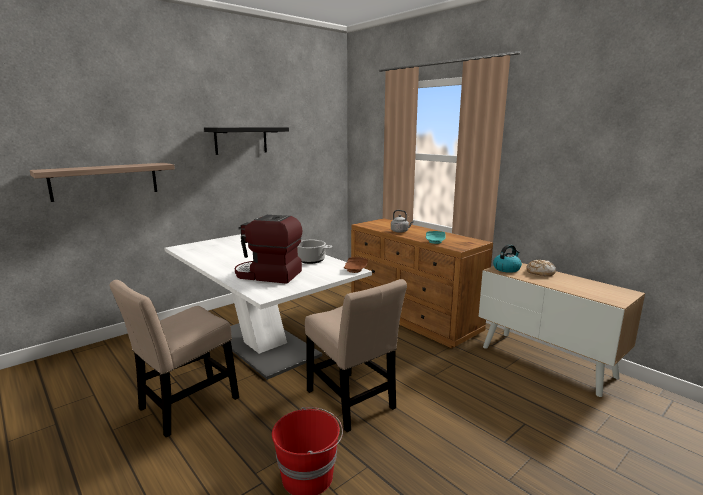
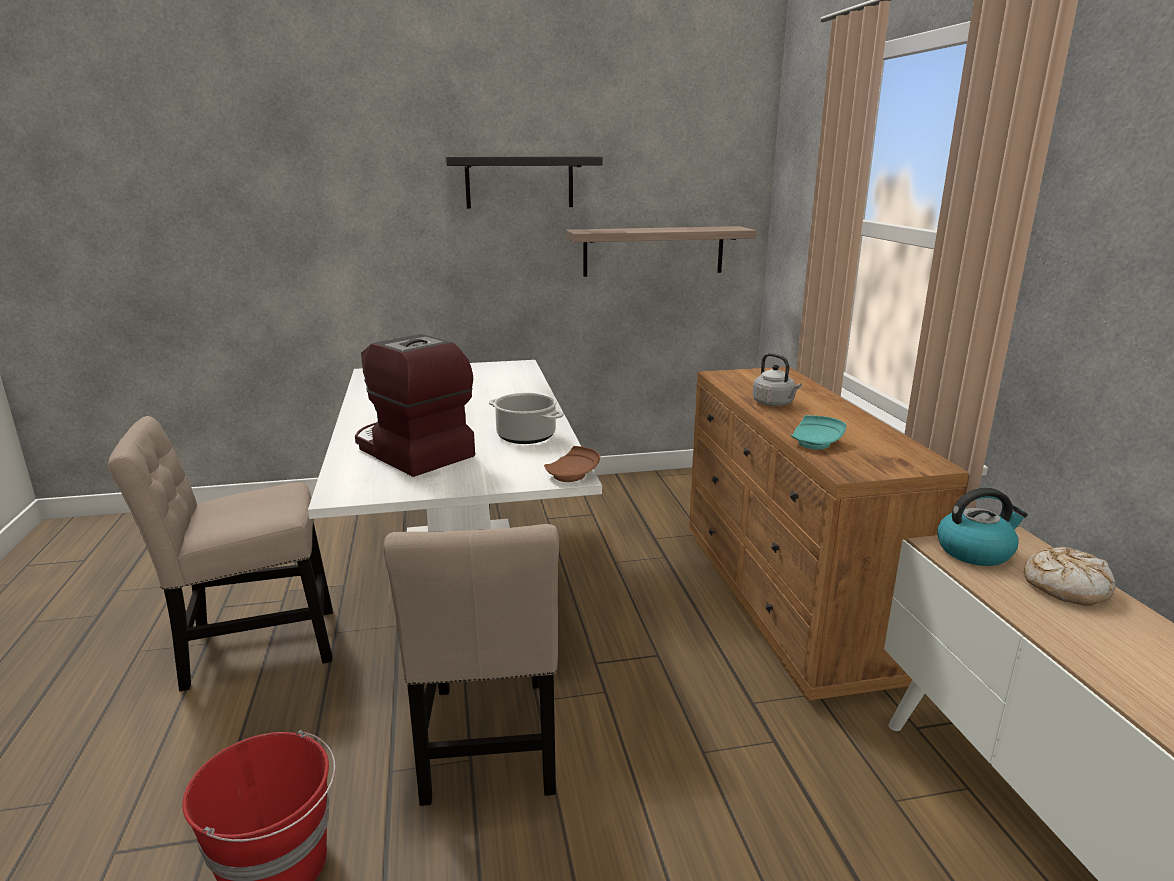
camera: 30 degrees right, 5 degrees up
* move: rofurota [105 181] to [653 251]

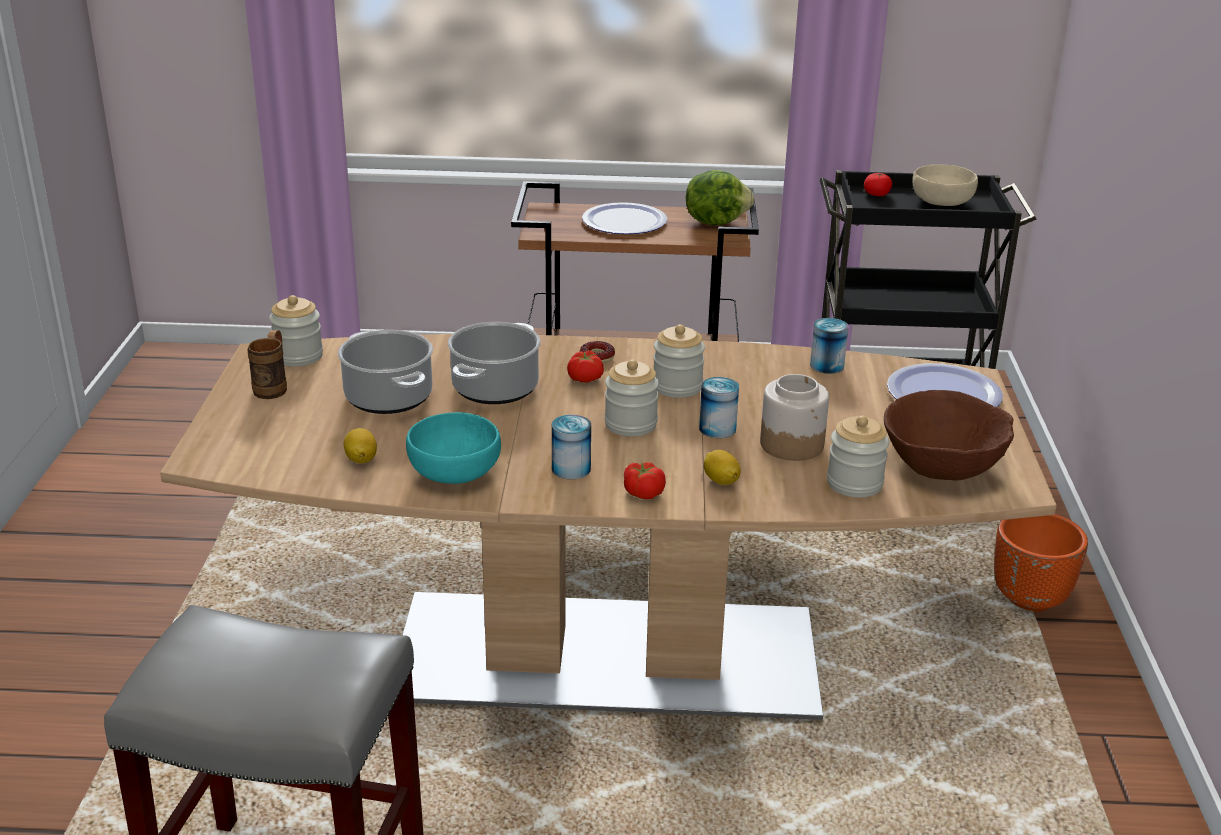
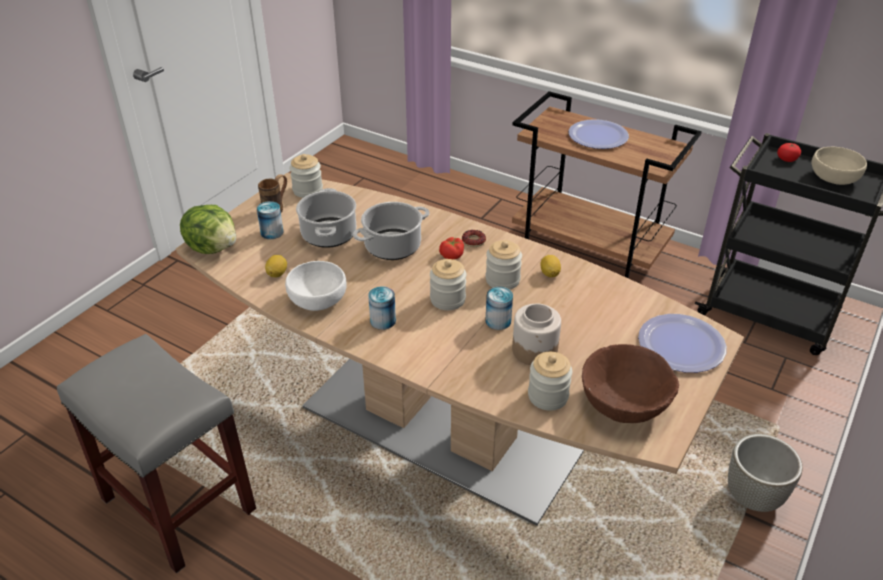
camera: 30 degrees right, 10 degrees up
* delete: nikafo [644 492]
* move: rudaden [715 221] to [213 247]
* move: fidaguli [721 481] to [549 273]
* move: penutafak [827 365] to [272 232]
* recolor: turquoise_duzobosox [453 471] to white_duzobosox [317 299]
* recolor: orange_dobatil [1030 599] to grey_dobatil [753 497]

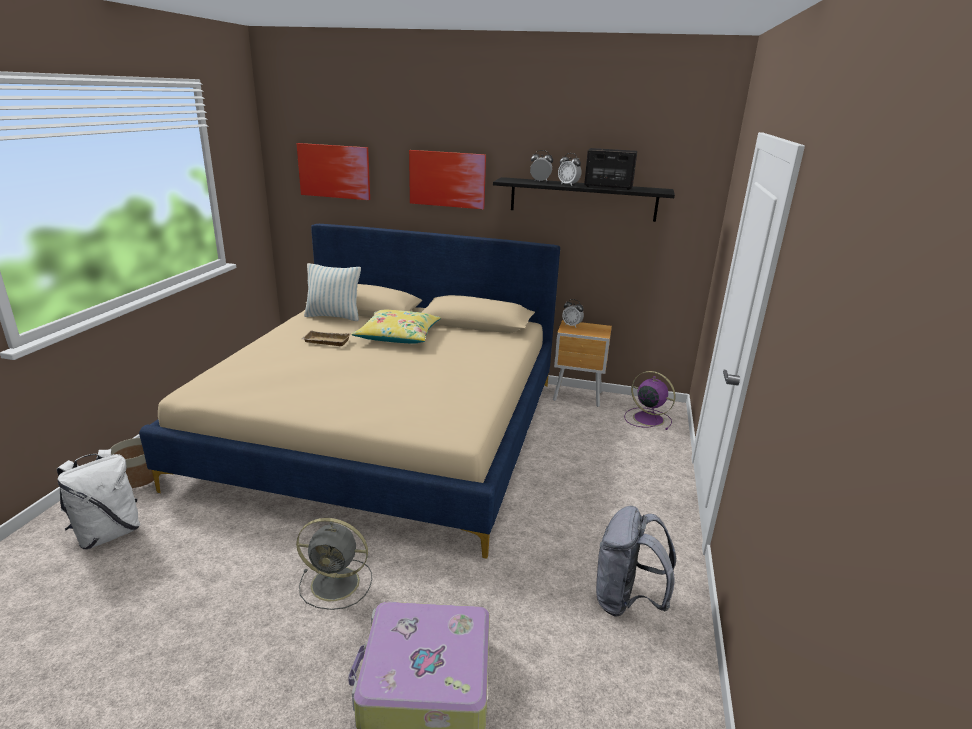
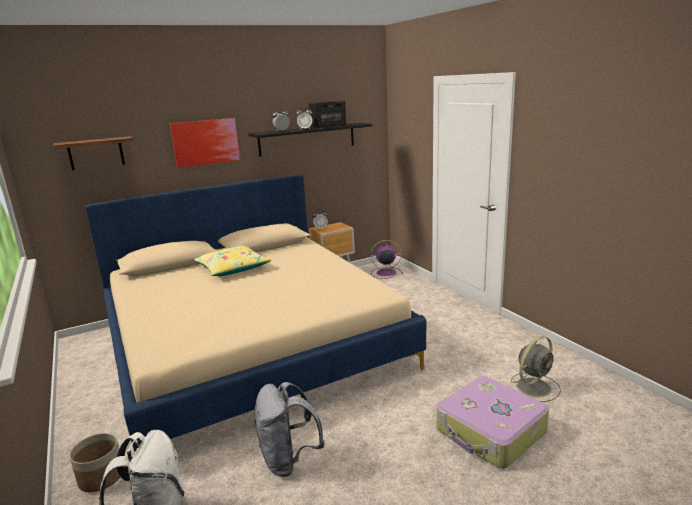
camera: 40 degrees left, 5 degrees down
* delete: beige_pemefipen [325 342]
* delete: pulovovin [333 316]
* move: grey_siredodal [337 583] to [534 387]
* move: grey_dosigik [626 601] to [289 460]
* replace: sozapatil [334 171] to rofurota [96 153]

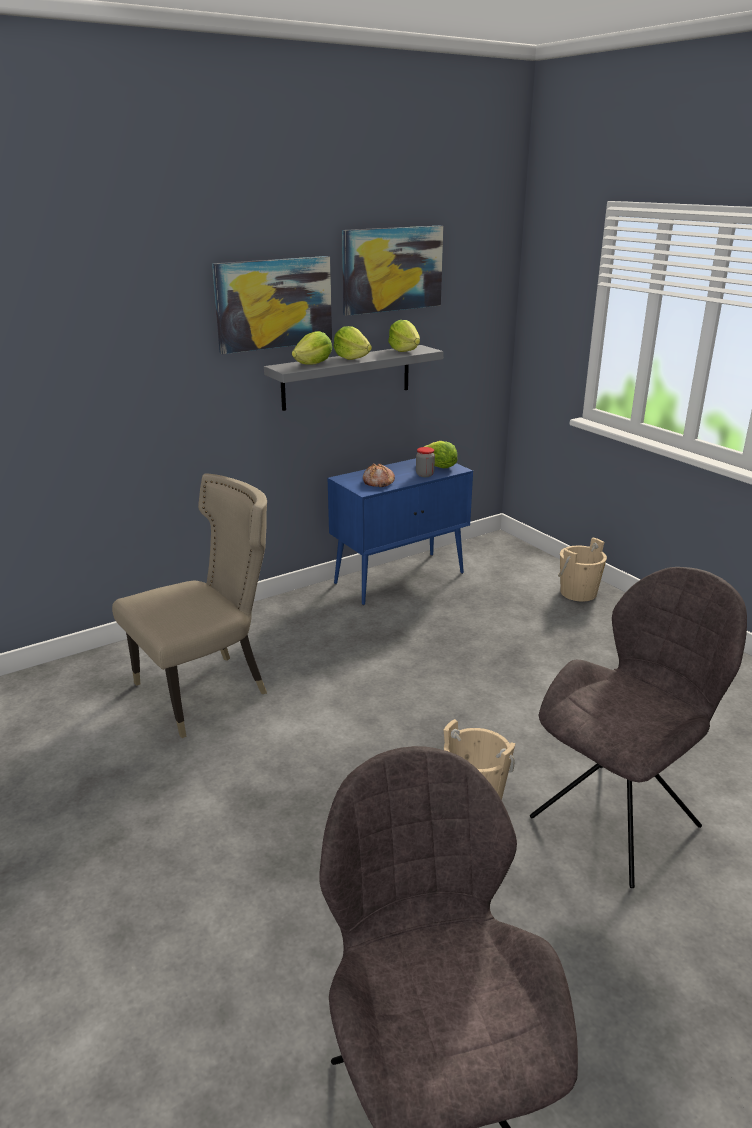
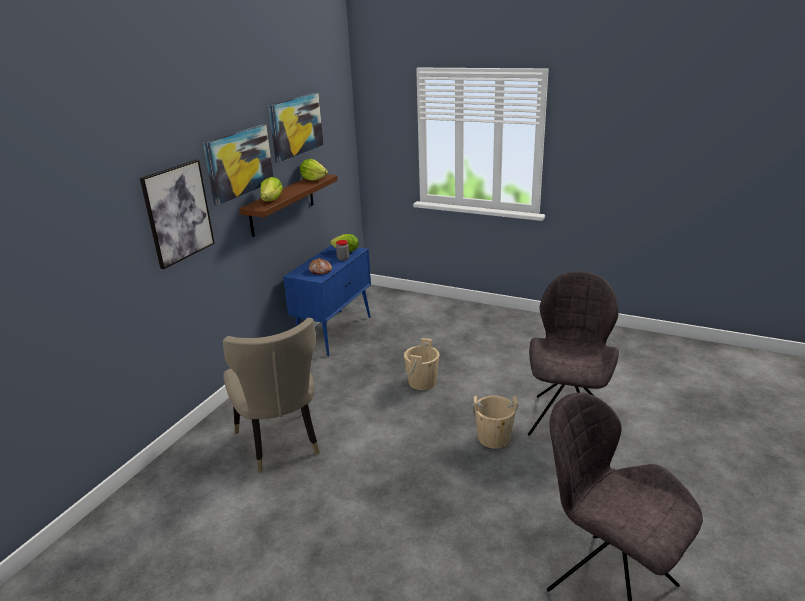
camera: 30 degrees left, 0 degrees up
* delete: rudaden [352 358]
* insert: sozapatil [178 213]
* move: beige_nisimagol [578 593] to [422 382]
* recolor: grey_rofurota [347 377] to brown_rofurota [282 204]
* rotate: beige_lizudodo [207 690] = [281 443] 135 degrees clockwise

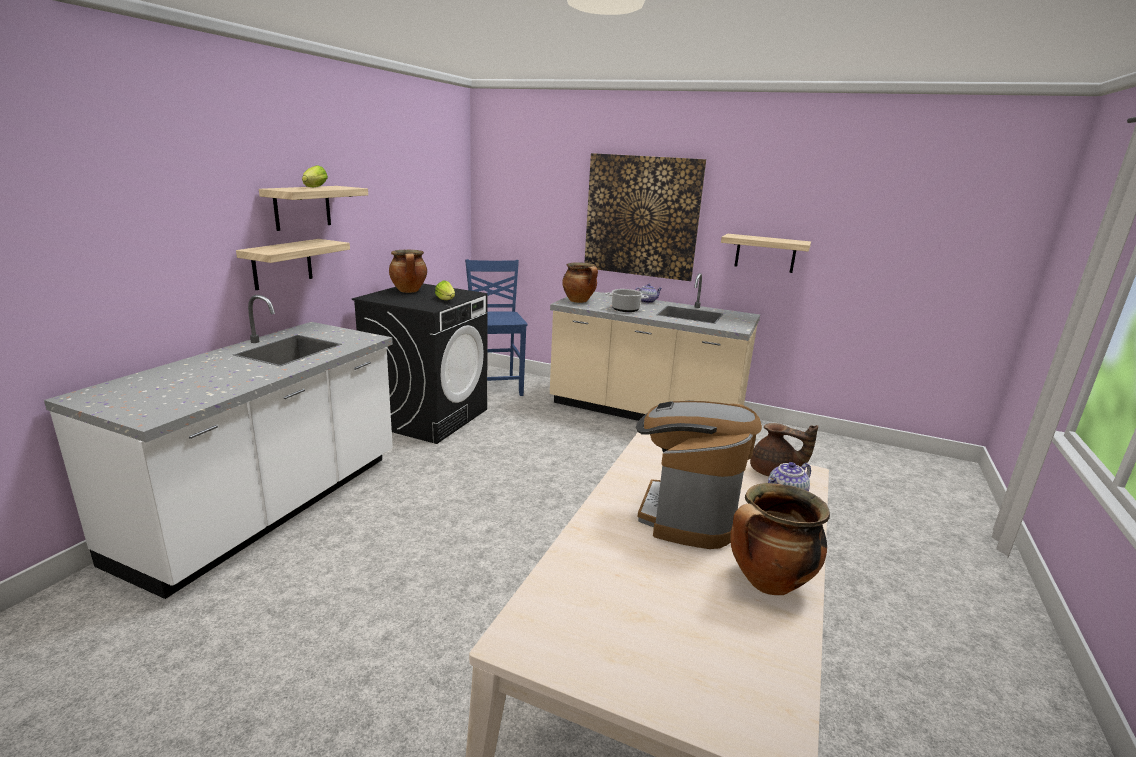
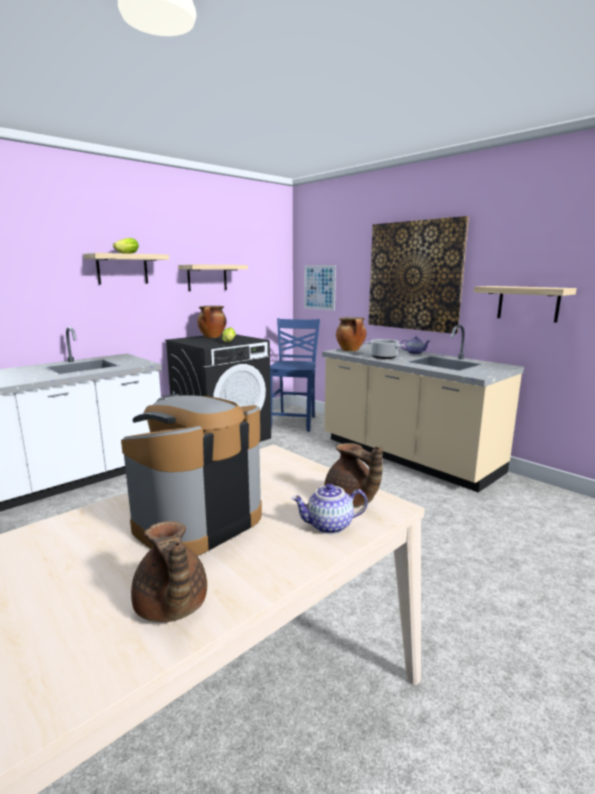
camera: 25 degrees right, 5 degrees down
* insert: sozapatil [319 287]
* move: rofurota [282 264] to [207 277]
* replace: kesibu [768 583] to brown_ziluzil [171 607]

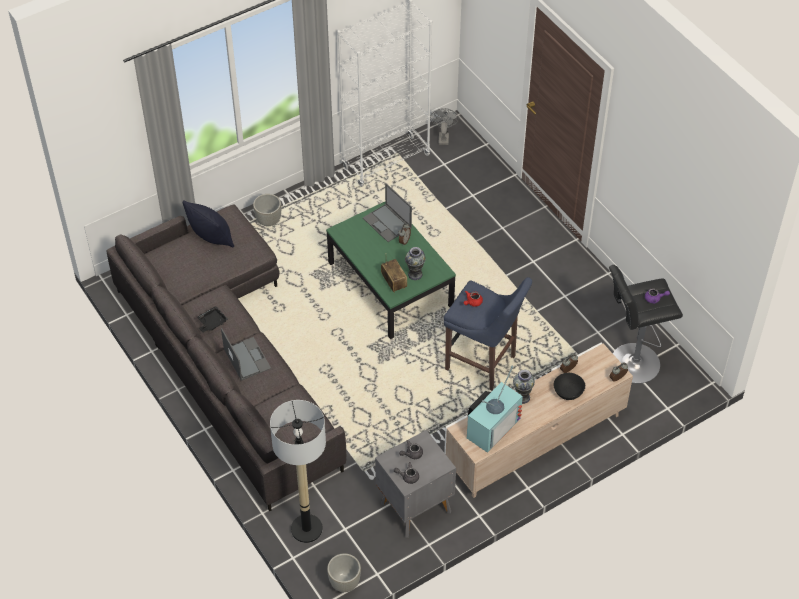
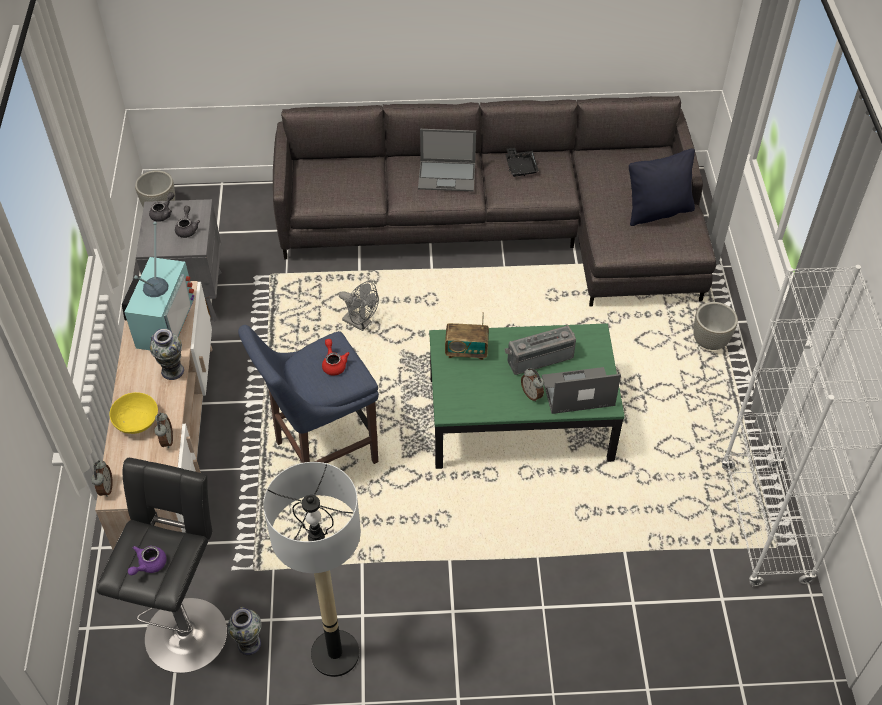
camera: 120 degrees right, 0 degrees up
* insert: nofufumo [539 357]
* move: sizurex [306 529] to [335 653]
* move: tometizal [415 274] to [248 643]
* move: grey_siredodal [443 137] to [360 323]
* recolor: black_duzobosox [568 392] to yellow_duzobosox [137 422]
* rotate: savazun [491 426] = [161 321] 150 degrees counterclockwise

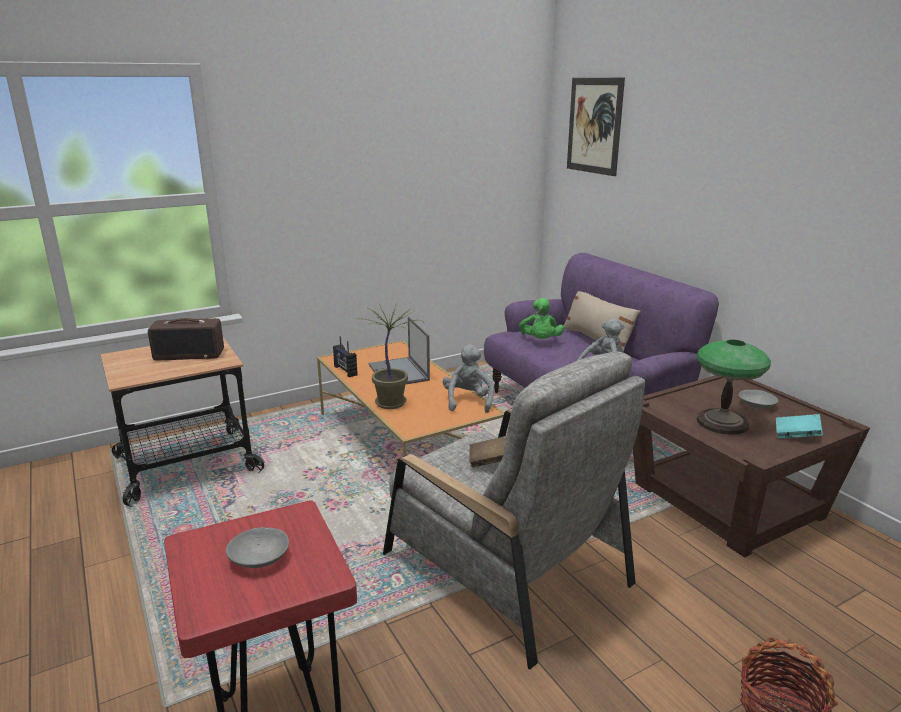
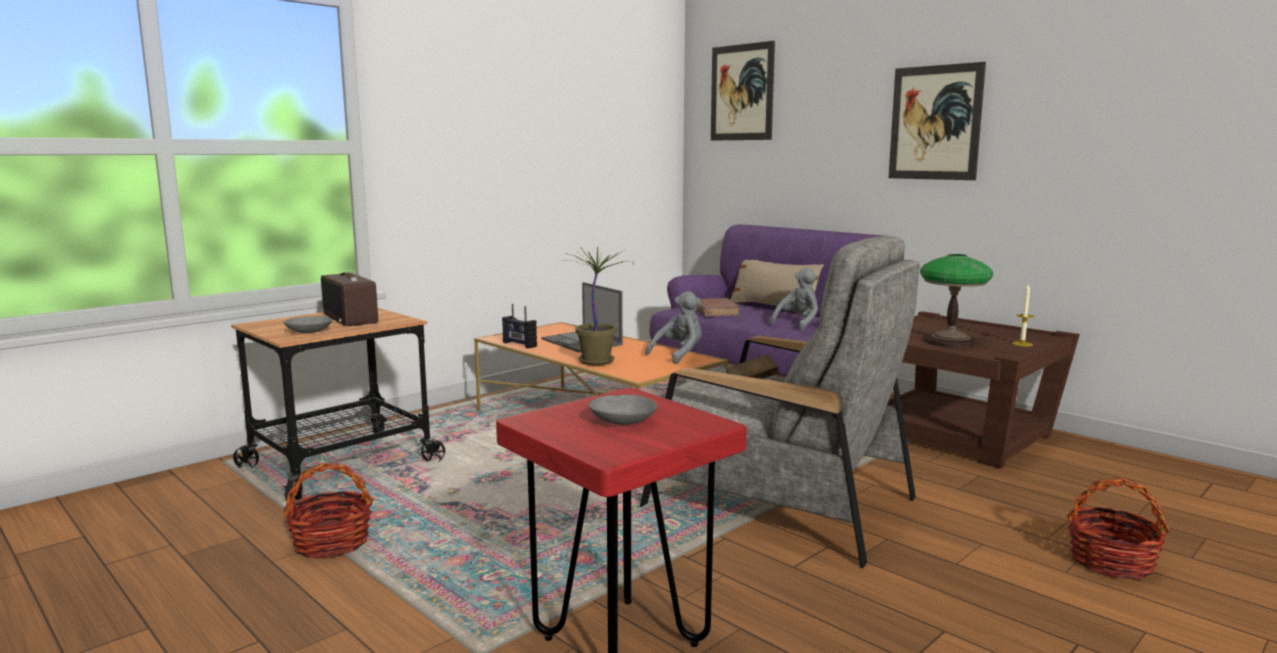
camera: 15 degrees left, 10 degrees down
* insert: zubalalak [331 543]
* insert: sozapatil [935 123]
* move: grey_duzobosox [756 405] to [309 331]
* replace: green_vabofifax [540 341] to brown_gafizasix [716 311]
* replace: turquoise_gafizasix [796 436] to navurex [1022 344]
* rotate: nofufumo [190 354] = [351 318] 75 degrees clockwise
* rotate: grey_vabofifax [468 401] = [679 355] 60 degrees clockwise

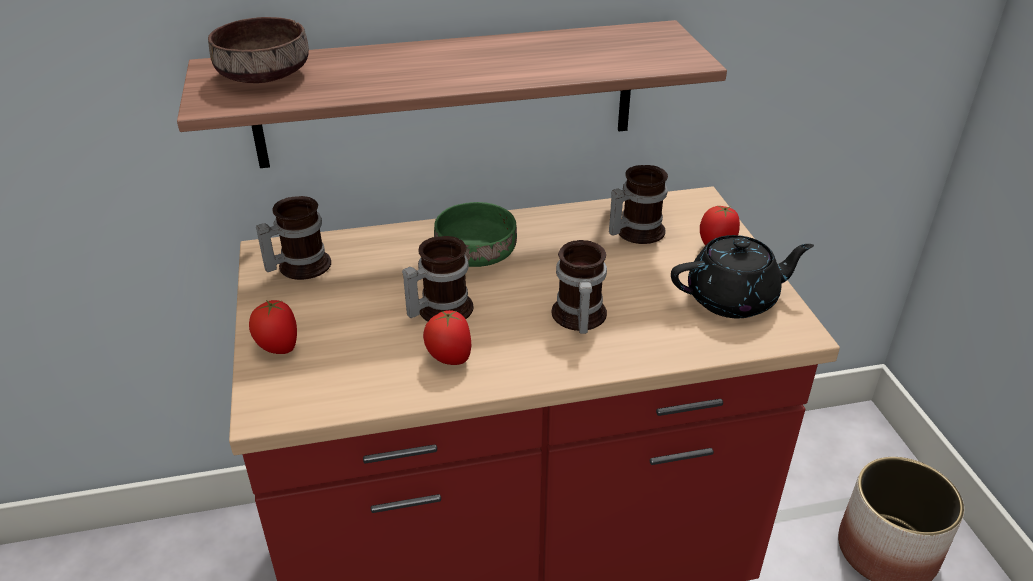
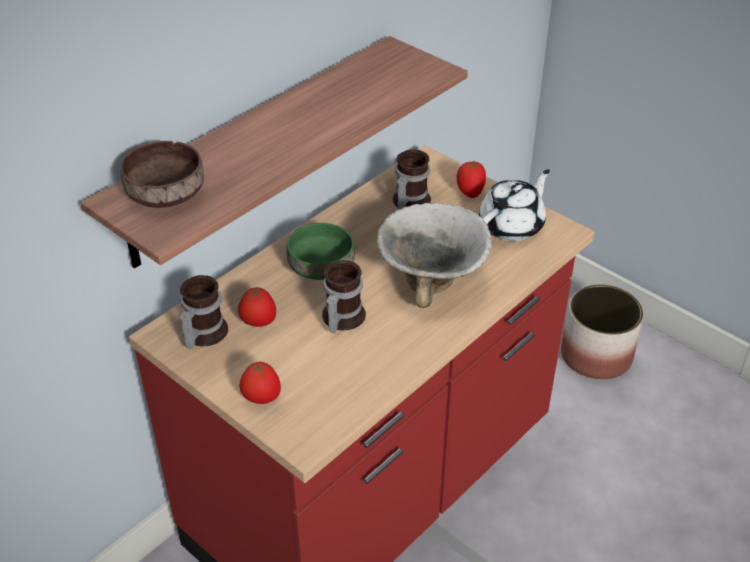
camera: 35 degrees left, 5 degrees up
* move: nikafo [449 359] to [258 323]
* replace: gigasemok [577 317] to duzobosox [433 282]
* recolor: black_ziluzil [733 299] to white_ziluzil [512 225]

